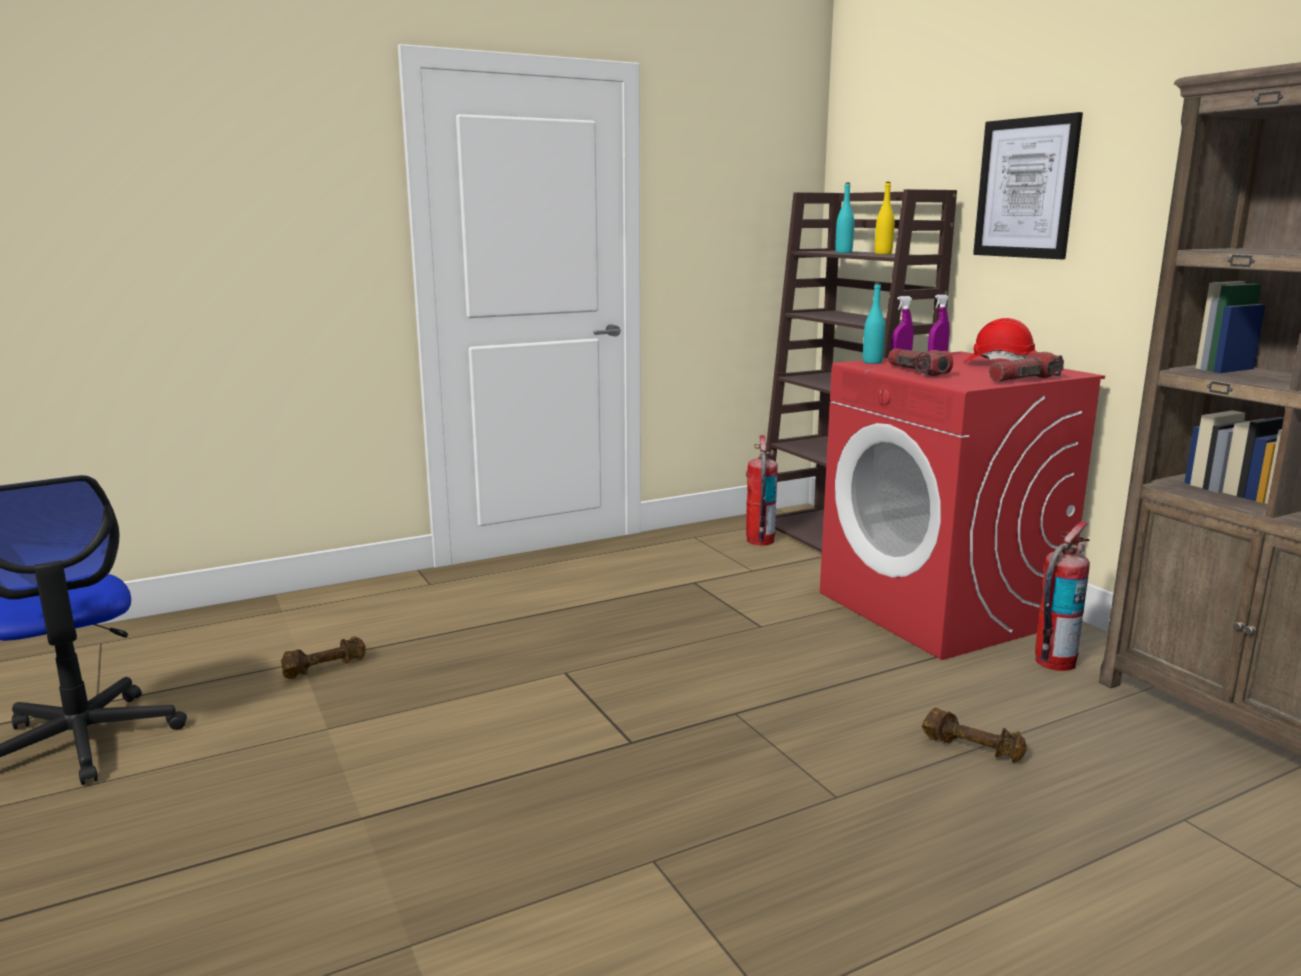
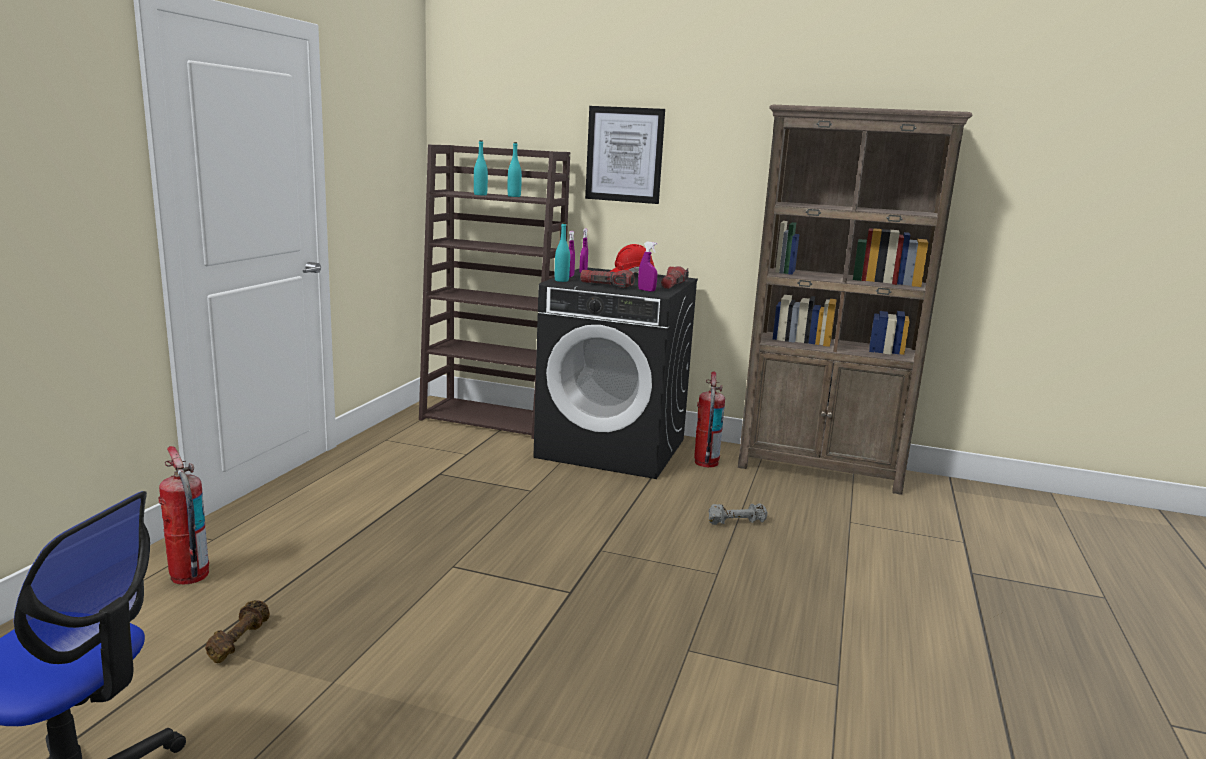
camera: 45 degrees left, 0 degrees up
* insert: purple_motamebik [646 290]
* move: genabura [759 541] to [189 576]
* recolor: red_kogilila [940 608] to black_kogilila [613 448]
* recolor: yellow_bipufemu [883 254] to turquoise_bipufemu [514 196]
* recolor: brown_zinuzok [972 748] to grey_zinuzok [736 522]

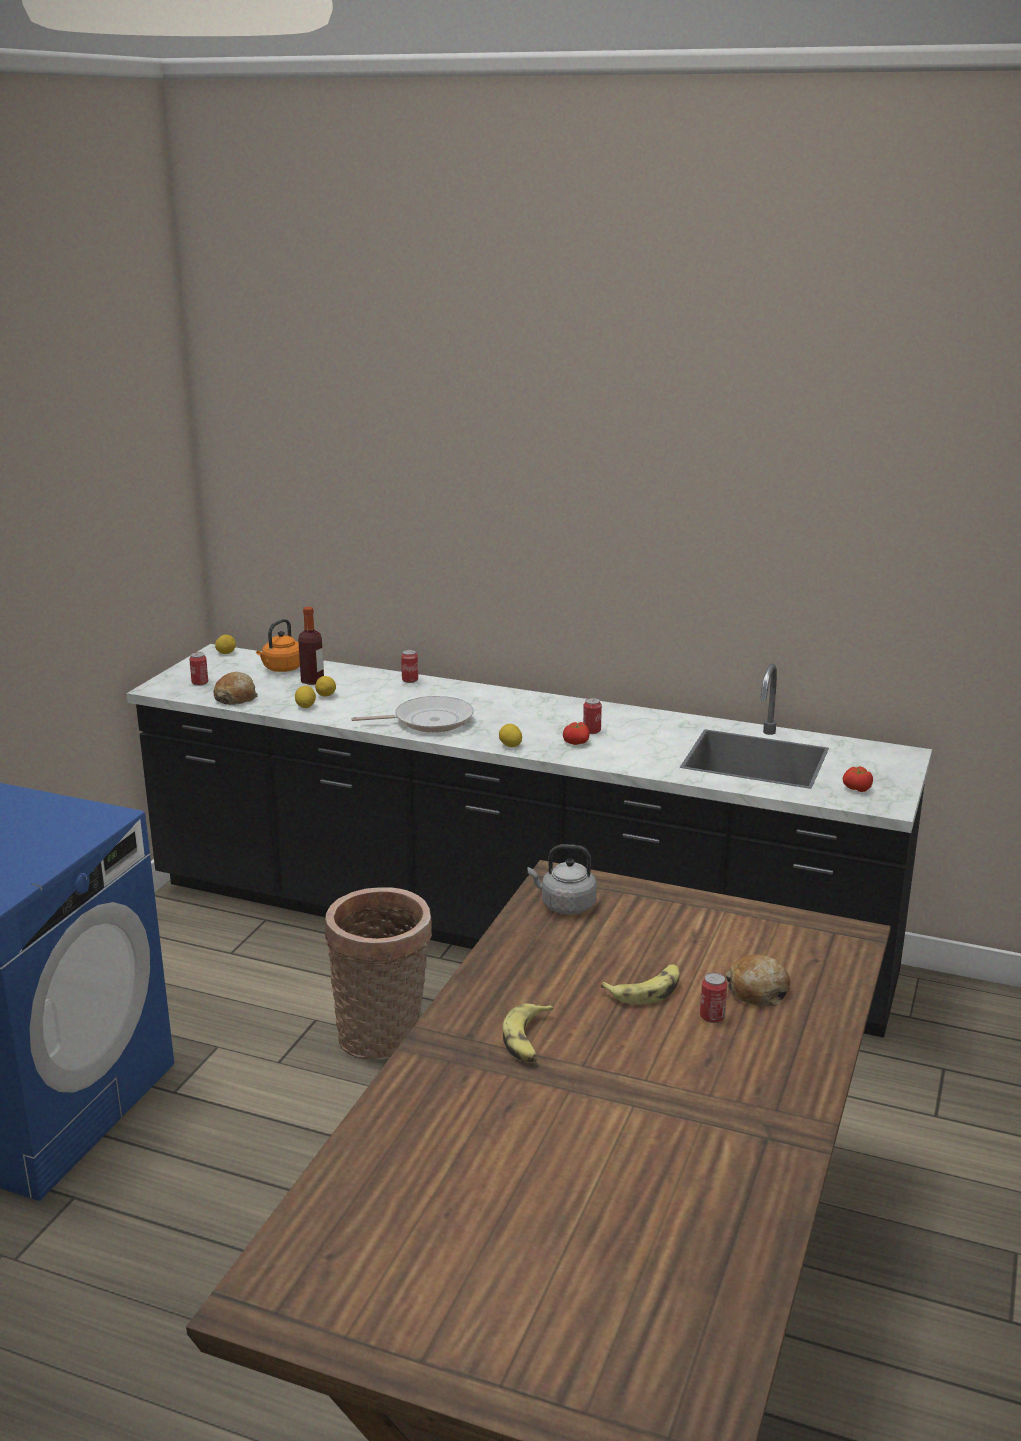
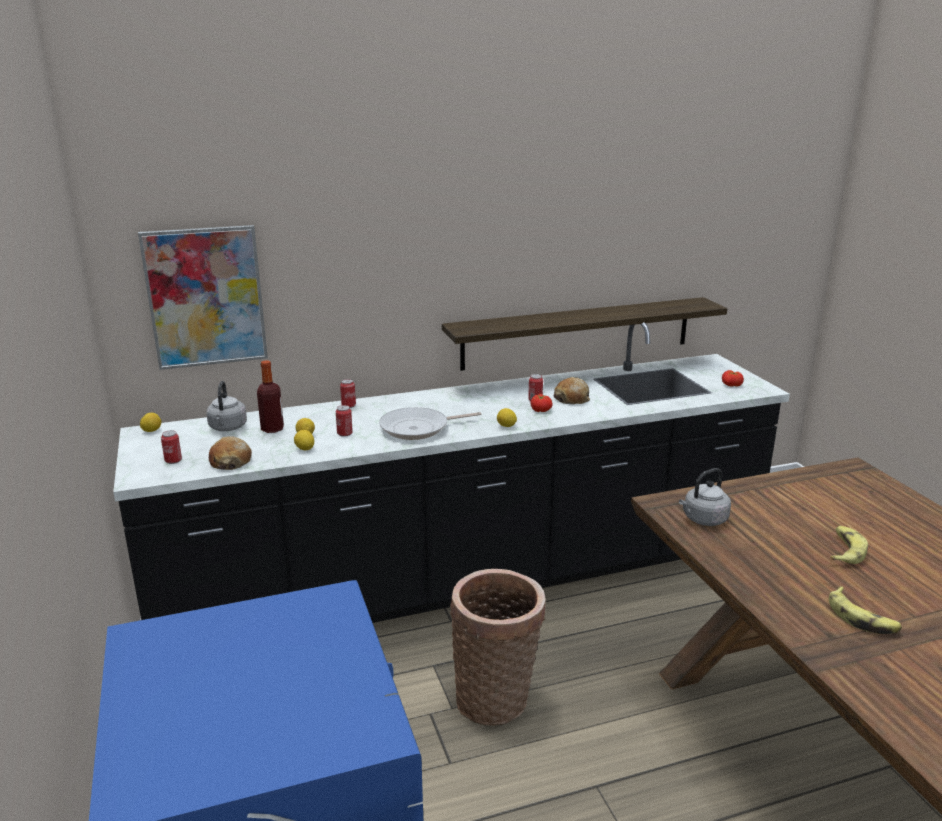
camera: 40 degrees left, 0 degrees up
* insert: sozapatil [205 297]
* insert: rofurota [577 333]
* move: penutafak [712 1017] to [344 433]
* move: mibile [757 991] to [572 398]
* recolor: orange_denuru [281 669] to grey_denuru [227 428]
* rotate: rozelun [428 720] = [418 428] 150 degrees counterclockwise

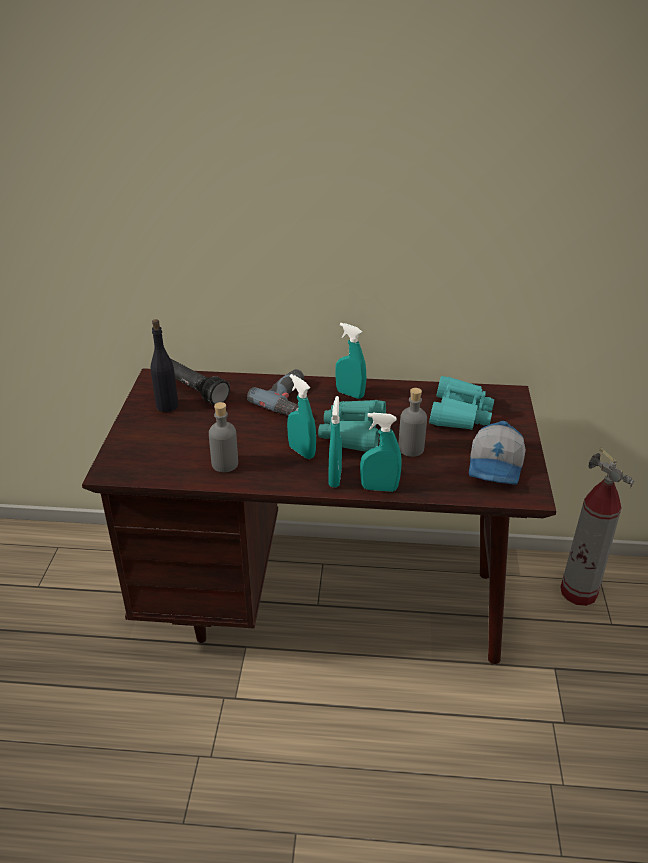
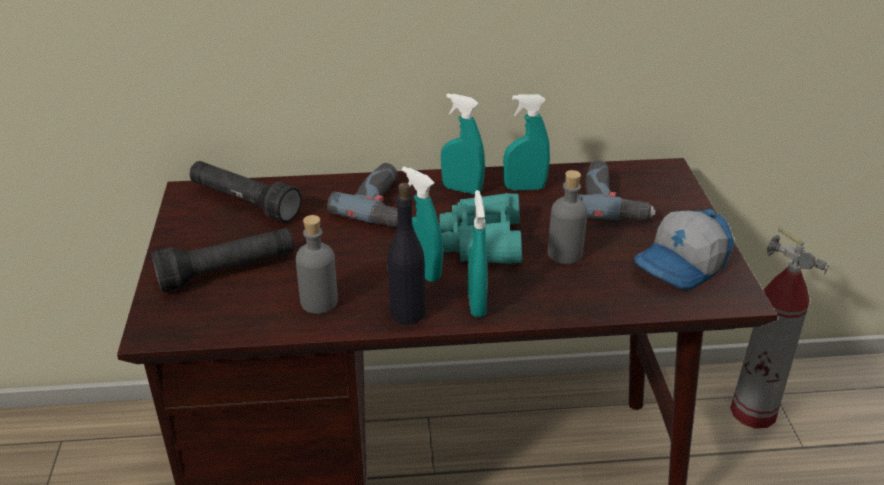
camera: 10 degrees left, 0 degrees up
* insert: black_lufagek [228 271]
* move: black_bipufemu [167 406] to [407 313]
* move: turquoise_motamebik [379 488] to [524 188]
* replace: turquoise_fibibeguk [459 413] to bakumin [612 201]
* rotate: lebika [496 467] = [682 265] 45 degrees clockwise

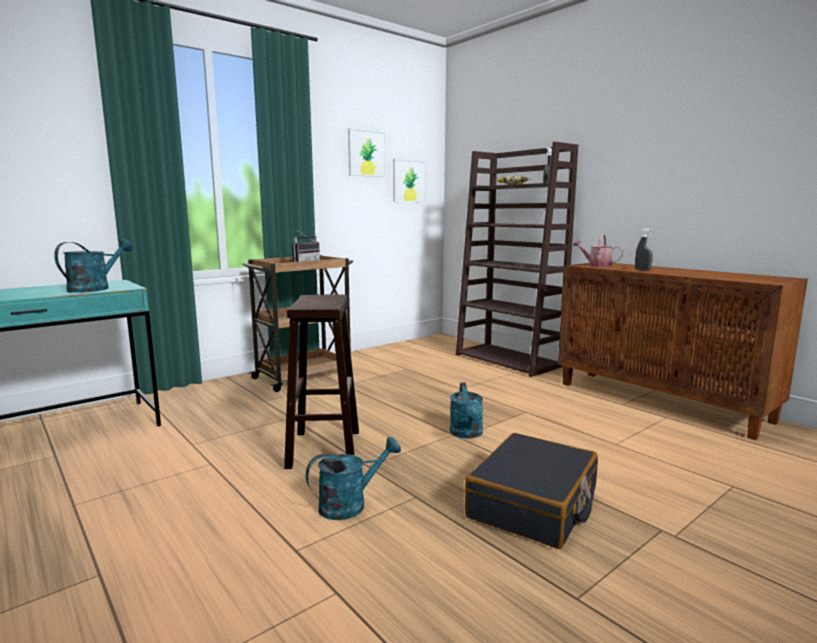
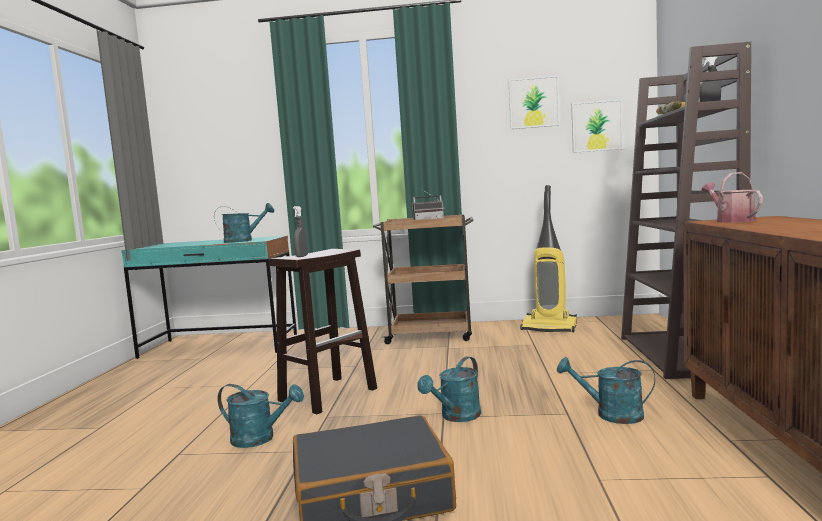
camera: 45 degrees right, 5 degrees down
* insert: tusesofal [550 328]
* insert: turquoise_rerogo [610 415]
* move: grey_motamebik [642 270] to [301 256]

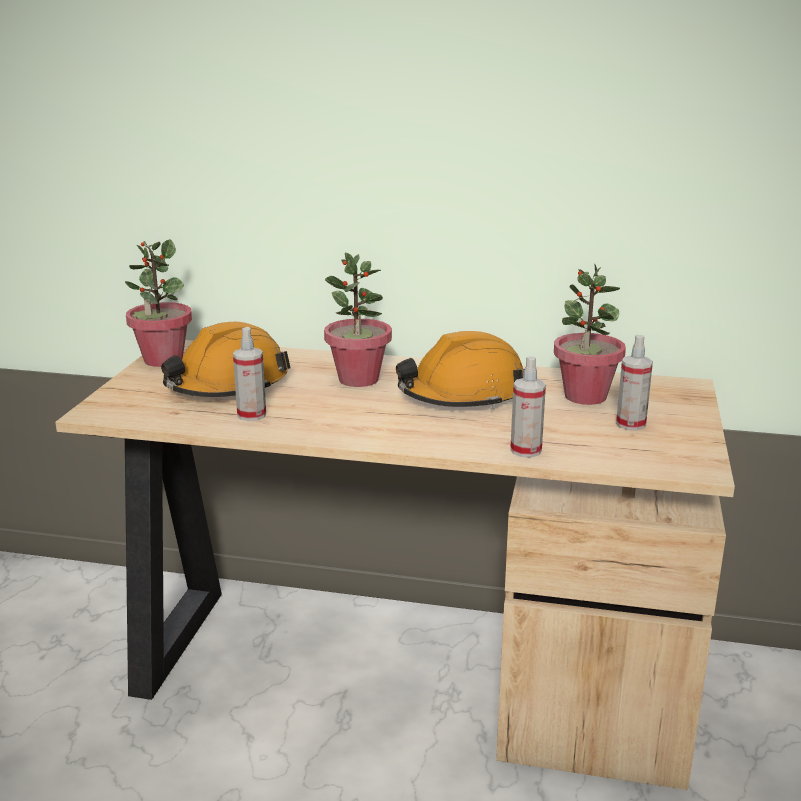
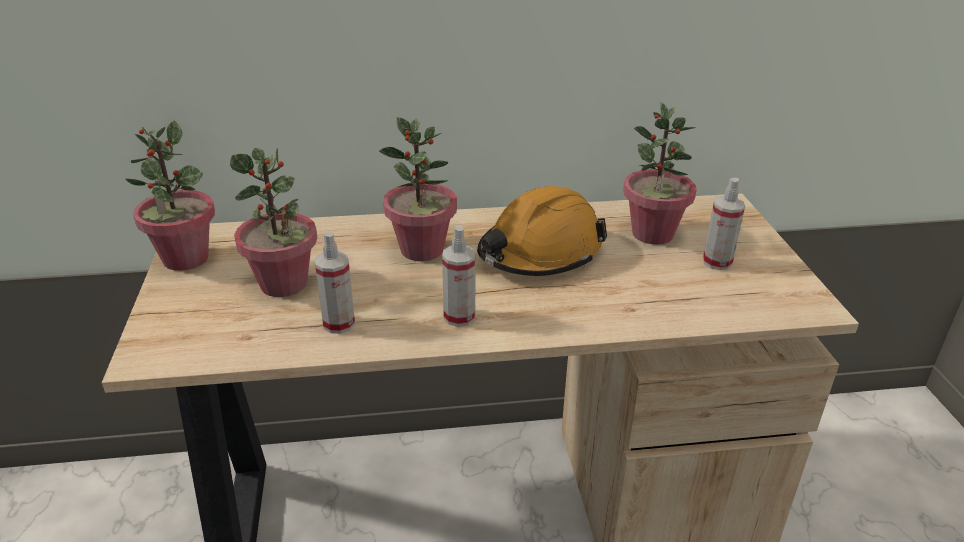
camera: 20 degrees left, 10 degrees up
* move: motamebik [526 450] to [459 317]
* replace: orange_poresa [227 385] to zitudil [284 284]

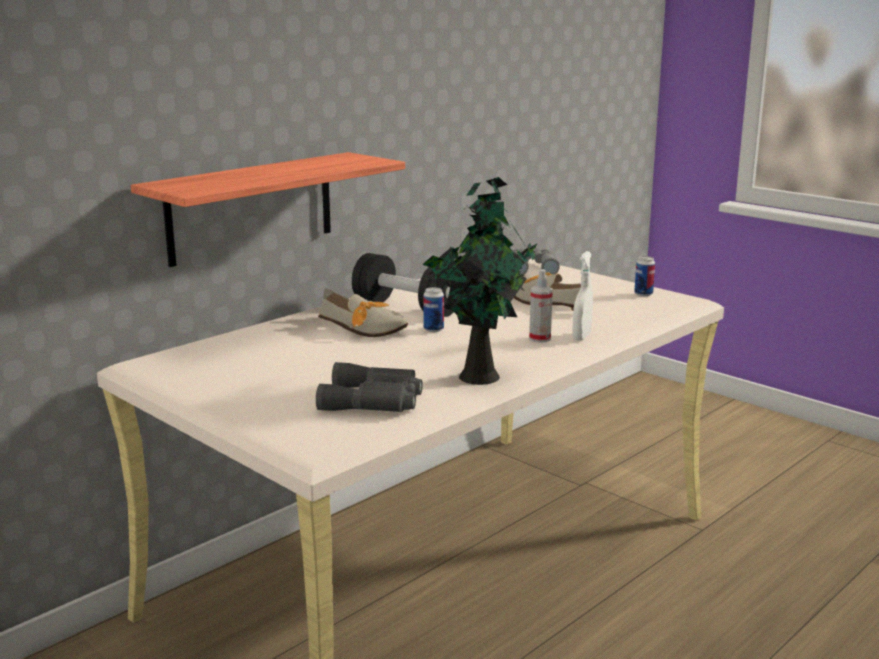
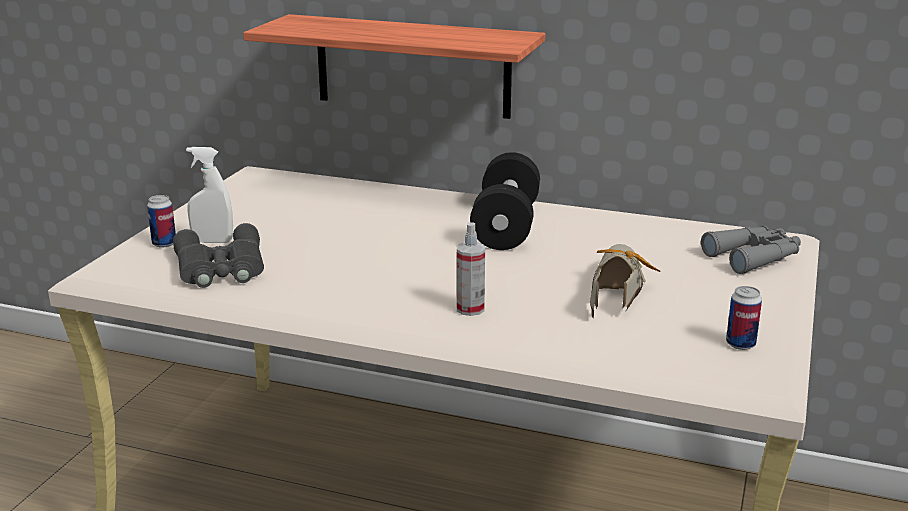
camera: 65 degrees right, 5 degrees up
* delete: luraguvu [365 329]
* delete: zitudil [479 375]
* move: penutafak [433 329] to [164 243]
* move: white_motamebik [581 336] to [212 241]

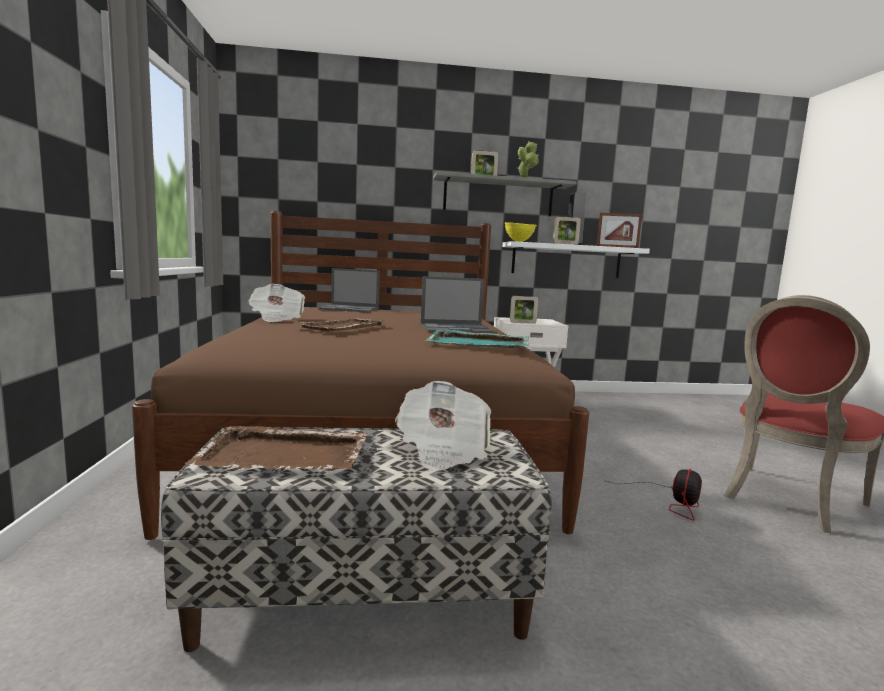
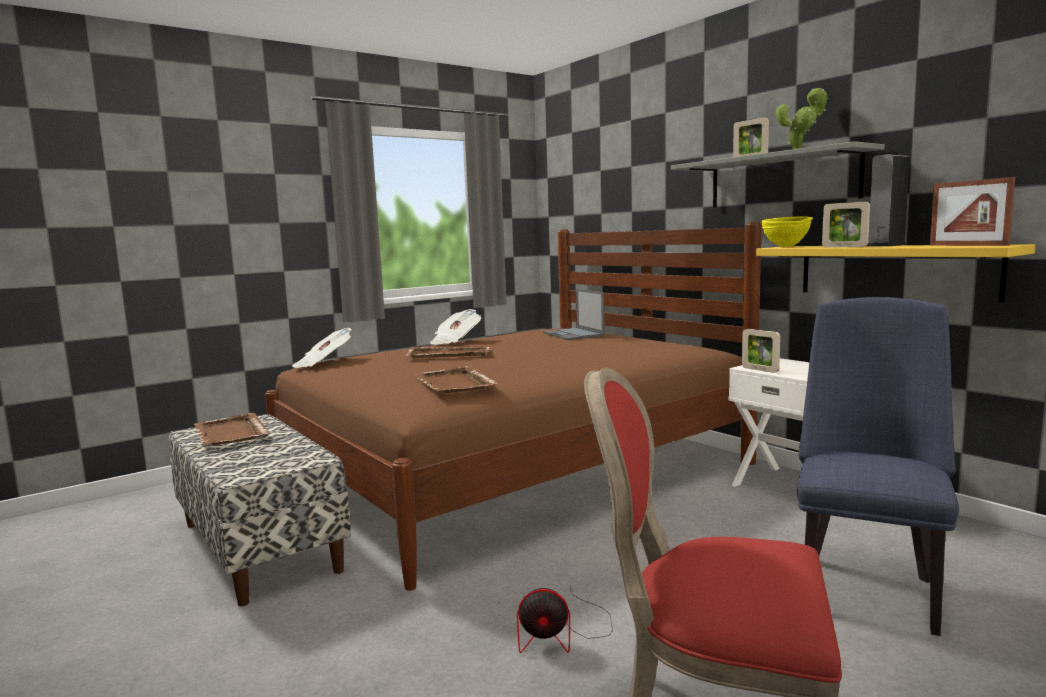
camera: 60 degrees right, 0 degrees up
* delete: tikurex [456 329]
* insert: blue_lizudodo [866 586]
* move: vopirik [442 450] to [323 364]
* recolor: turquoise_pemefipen [479 343] to brown_pemefipen [454 383]
* recolor: white_rofurota [566 260] to yellow_rofurota [894 271]

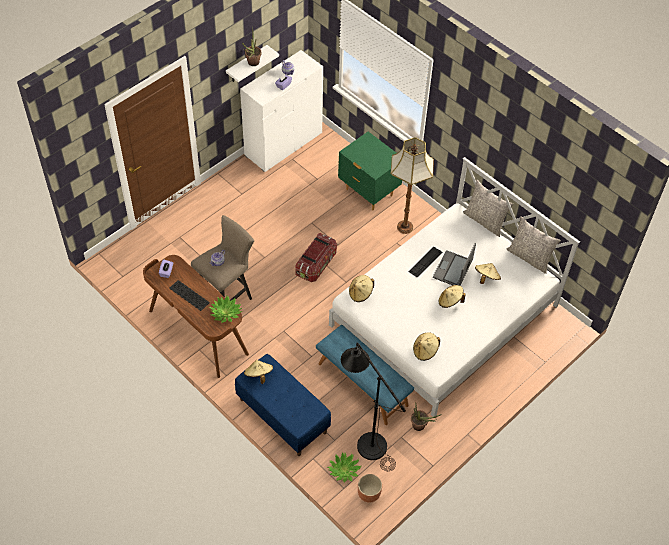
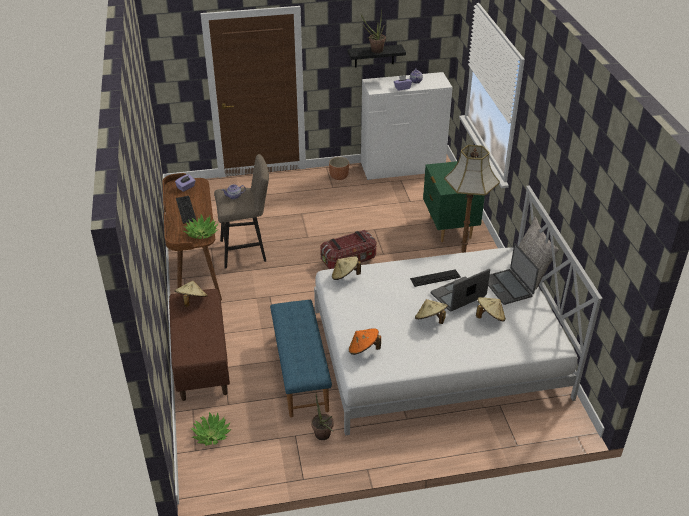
camera: 35 degrees right, 15 degrees down
* delete: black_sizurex [366 440]
* delete: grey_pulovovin [529 257]
* insert: tikurex [508 287]
* move: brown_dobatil [369 494] to [339 177]
* recolor: white_rofurota [246 64] to black_rofurota [374 56]
* recolor: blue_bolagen [282 416] to brown_bolagen [201 360]
* recolor: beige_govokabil [425 351] to orange_govokabil [363 349]

